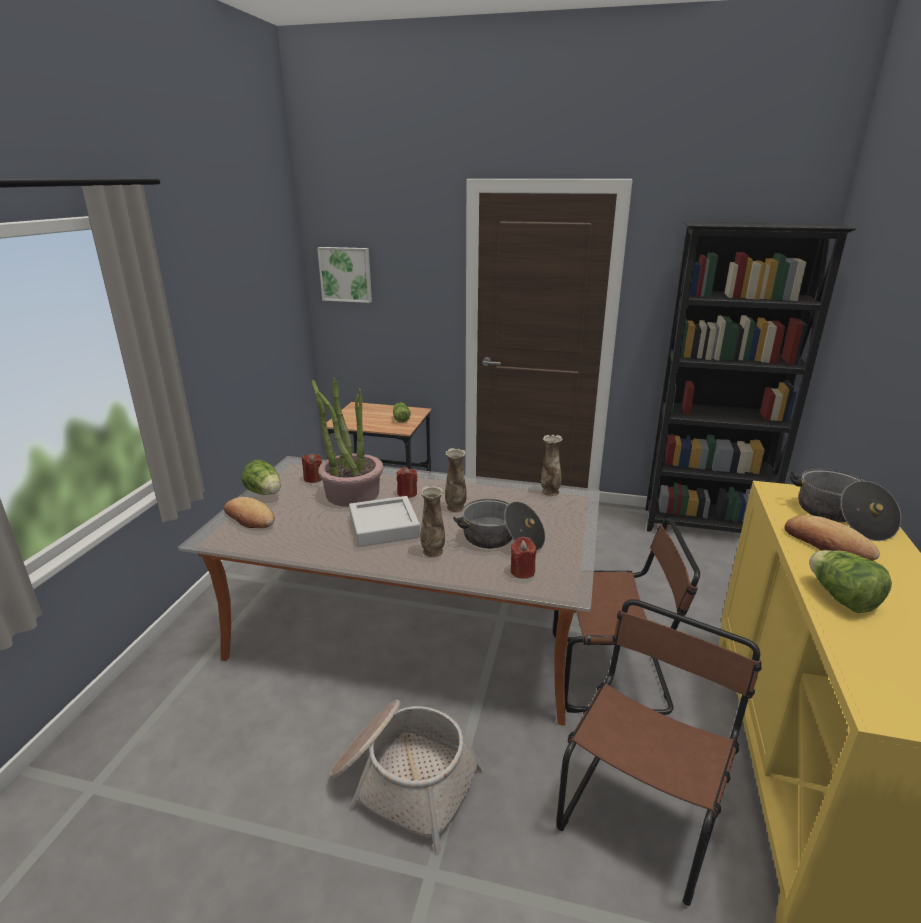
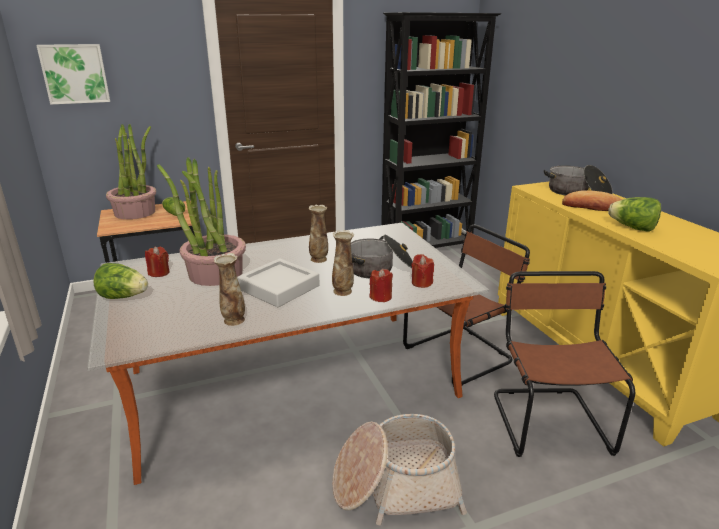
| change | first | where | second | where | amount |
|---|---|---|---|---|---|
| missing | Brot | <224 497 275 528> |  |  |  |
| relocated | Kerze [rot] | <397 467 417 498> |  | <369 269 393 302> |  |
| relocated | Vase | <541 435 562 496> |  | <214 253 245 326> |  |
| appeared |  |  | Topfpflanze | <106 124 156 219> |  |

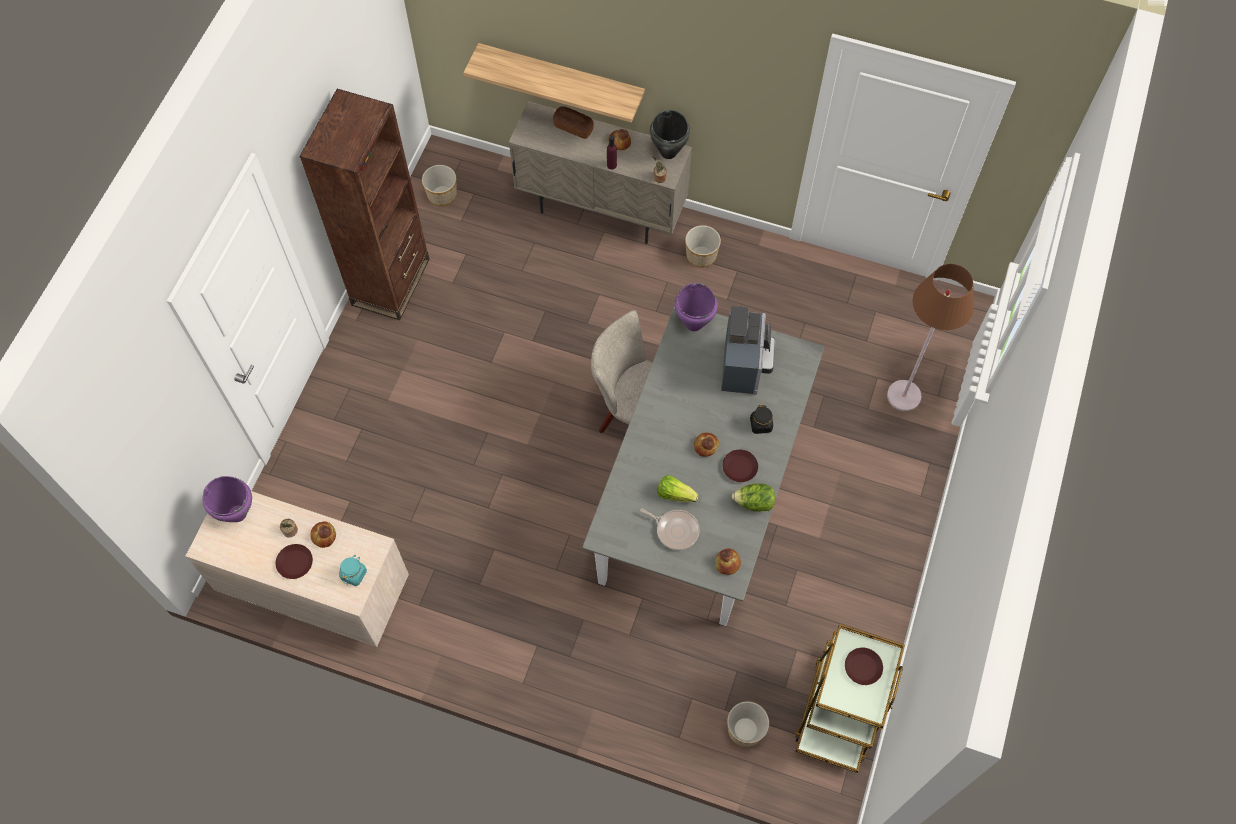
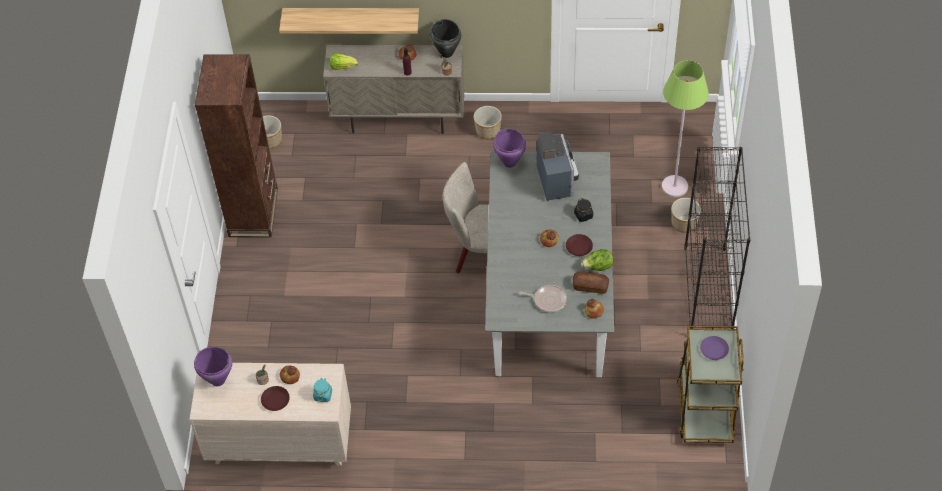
| change | first | where | second | where | amount |
|---|---|---|---|---|---|
| relocated | Brot | <553 106 594 139> |  | <573 271 609 294> |  |
| relocated | Salatkopf | <657 475 698 502> |  | <330 53 358 70> |  |
| relocated | Pflanzkübel | <727 701 769 747> |  | <671 198 701 233> |  |
| colour | Teller [braun] | <845 648 883 685> | Teller [lila] | <700 336 729 360> |  |
| colour | Stehlampe [braun] | <887 264 974 411> | Stehlampe [grün] | <662 60 709 197> |  |
| appeared |  |  | Bücherregal [schwarz] | <684 147 751 329> |  |

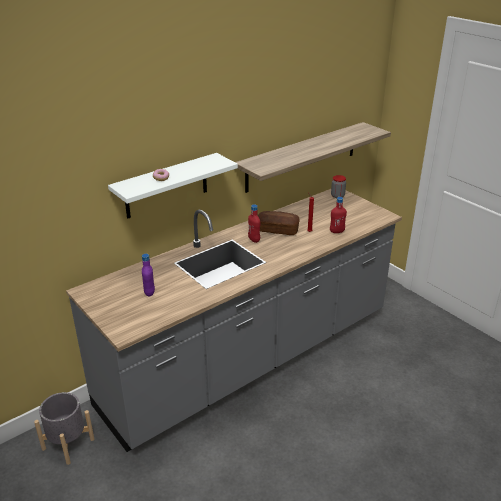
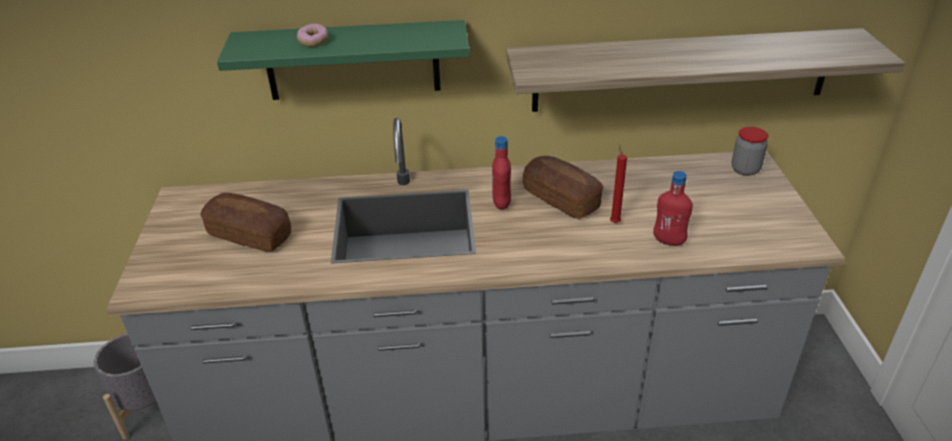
| change | first | where | second | where | amount |
|---|---|---|---|---|---|
| colour | Wandregal [weiß] | <108 153 238 219> | Wandregal [grün] | <217 20 470 100> |  |
| exchanged | Flasche [lila] | <142 254 155 297> | Brot | <200 193 291 251> |  |

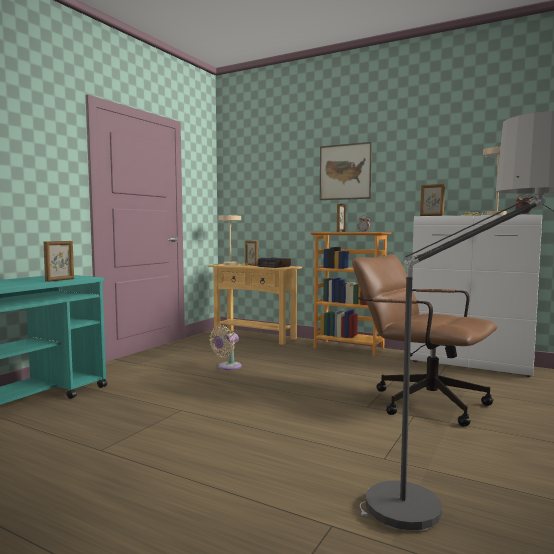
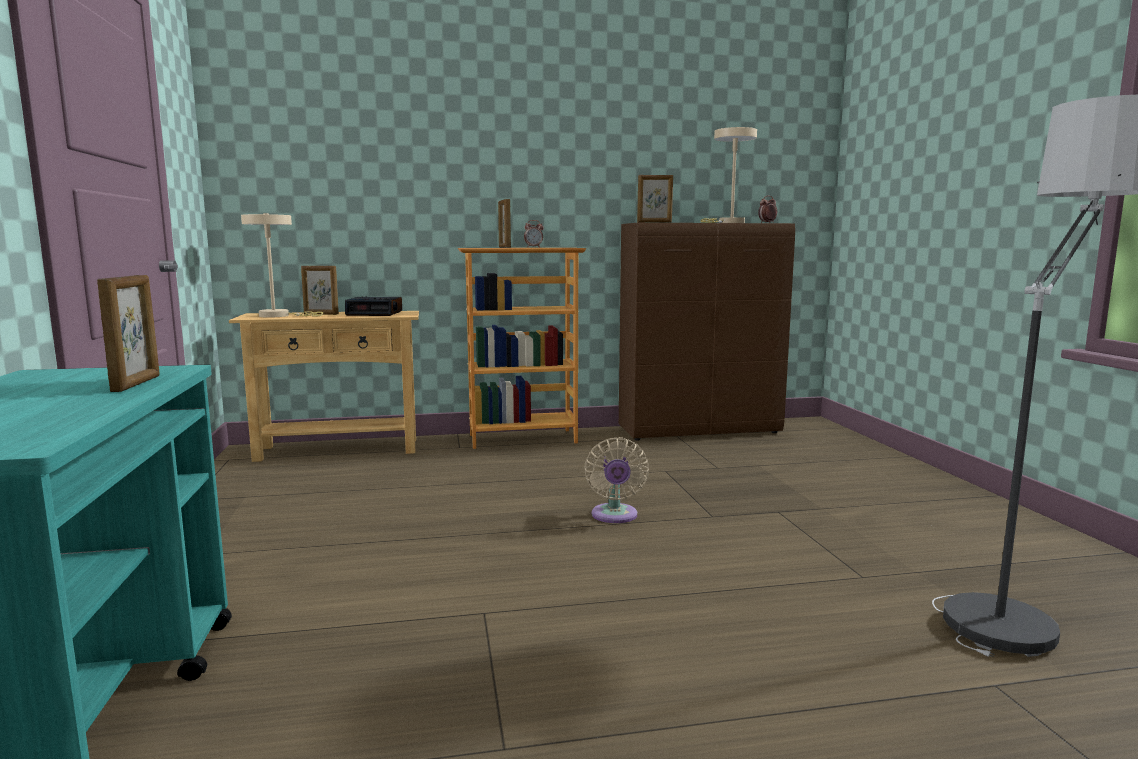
| change | first | where | second | where | amount |
|---|---|---|---|---|---|
| relocated | Ventilator [beige] | <209 325 242 370> |  | <584 437 649 523> |  |
| missing | Bild | <320 142 372 200> |  |  |  |
| missing | Bürostuhl [braun] | <352 254 497 426> |  |  |  |
| colour | Schrank [weiß] | <410 215 542 377> | Schrank [braun] | <619 223 795 441> |  |

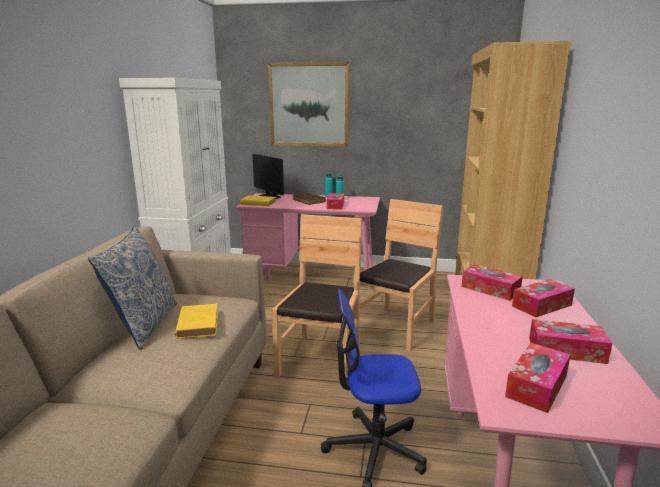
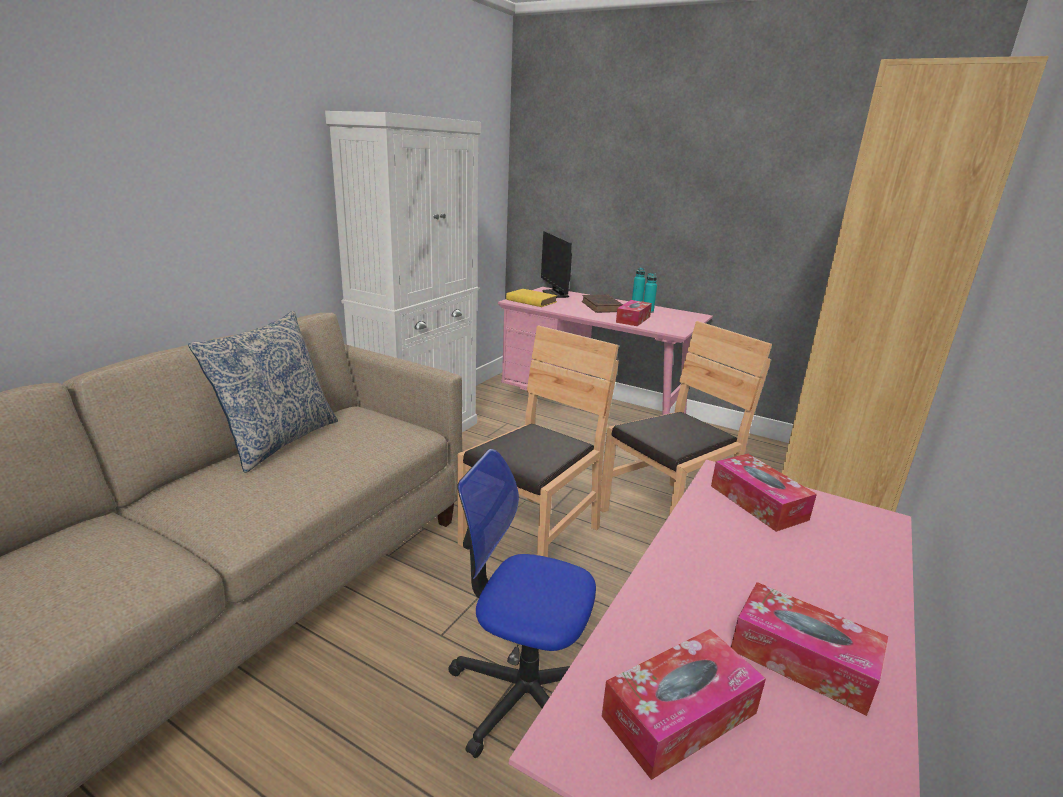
| change | first | where | second | where | amount |
|---|---|---|---|---|---|
| missing | Buch [gelb] | <175 304 218 339> |  |  |  |
| missing | Bild | <268 62 349 147> |  |  |  |
| missing | Taschentuchbox | <512 279 575 317> |  |  |  |

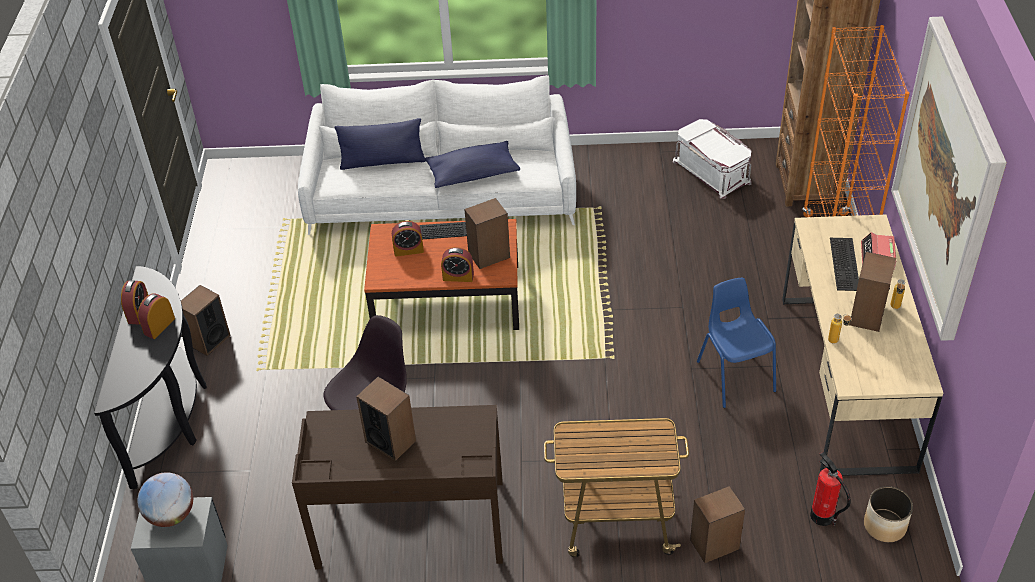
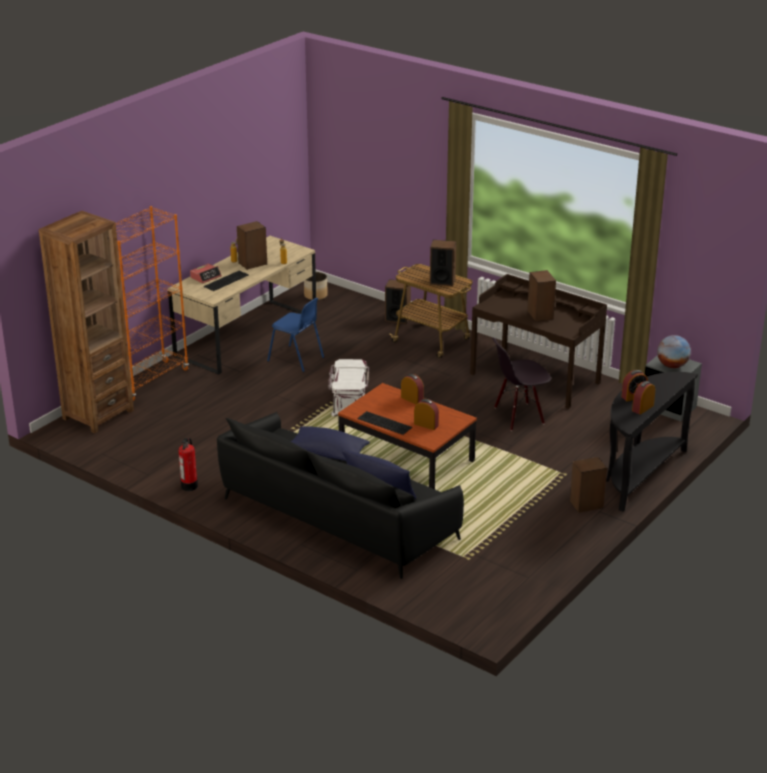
| change | first | where | second | where | amount |
|---|---|---|---|---|---|
| colour | Sofa [weiß] | <298 75 576 235> | Sofa [schwarz] | <217 412 464 579> |  |
| relocated | Lautsprecher | <464 198 510 269> |  | <430 240 456 286> |  |
| relocated | Aufbewahrungsbox [weiß] | <673 119 752 199> |  | <328 359 369 417> |  |
| spun | Stuhl [blau] | <697 277 776 408> |  | <267 298 324 372> | 75 degrees counterclockwise |
| relocated | Feuerlöscher | <810 452 851 526> |  | <179 438 198 491> |  |
| missing | Bild | <891 16 1007 341> |  |  |  |

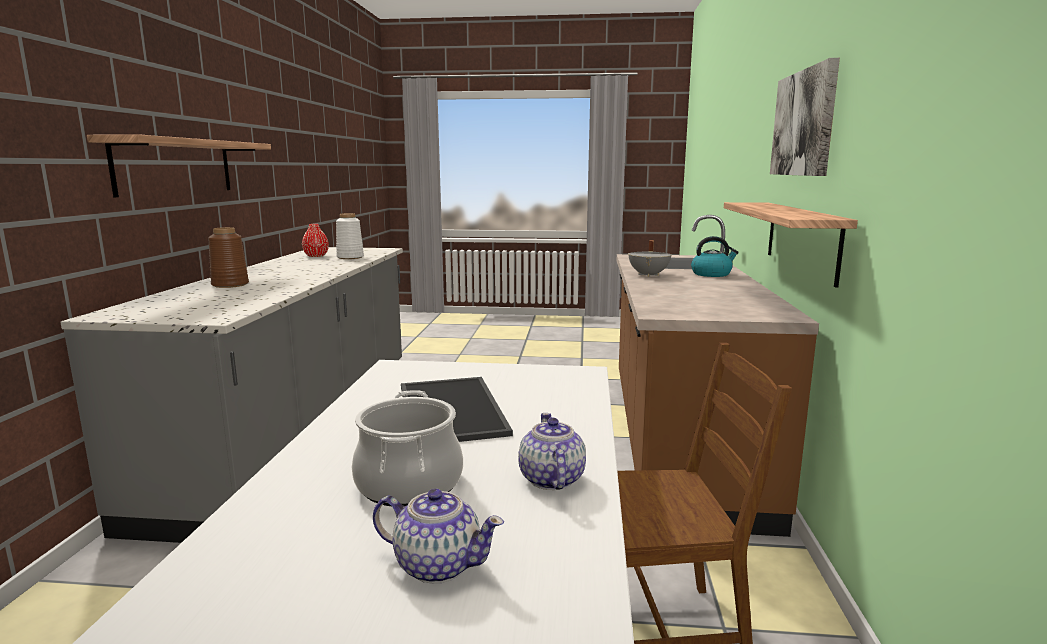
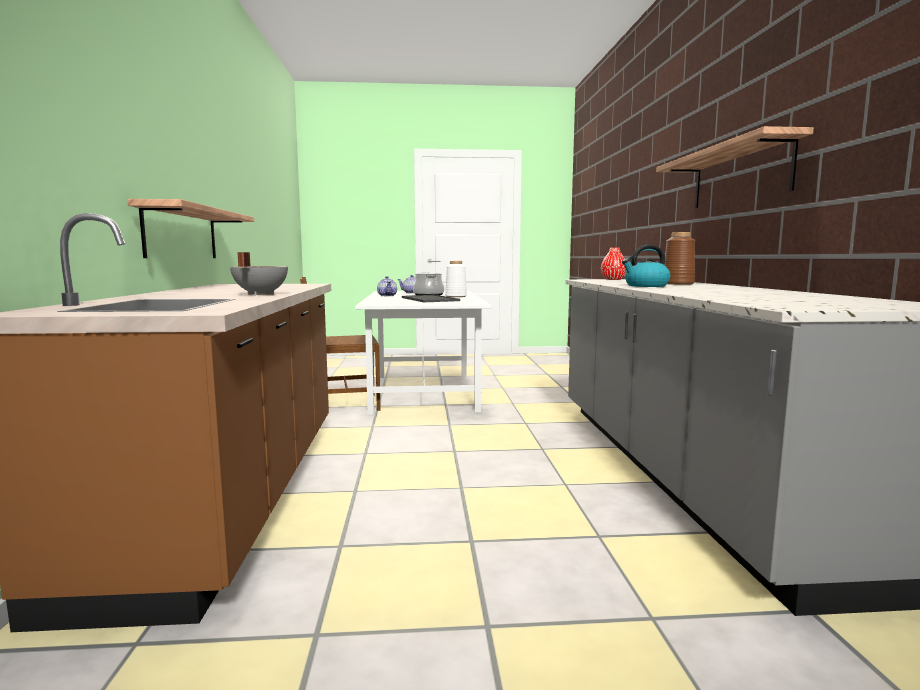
| change | first | where | second | where | amount |
|---|---|---|---|---|---|
| relocated | Vase [rot] | <302 224 329 257> |  | <601 247 626 280> |  |
| relocated | Vase [weiß] | <336 213 364 259> |  | <445 261 467 297> |  |
| relocated | Wasserkessel | <691 236 739 277> |  | <622 245 671 287> |  |
| missing | Bild | <770 58 840 176> |  |  |  |

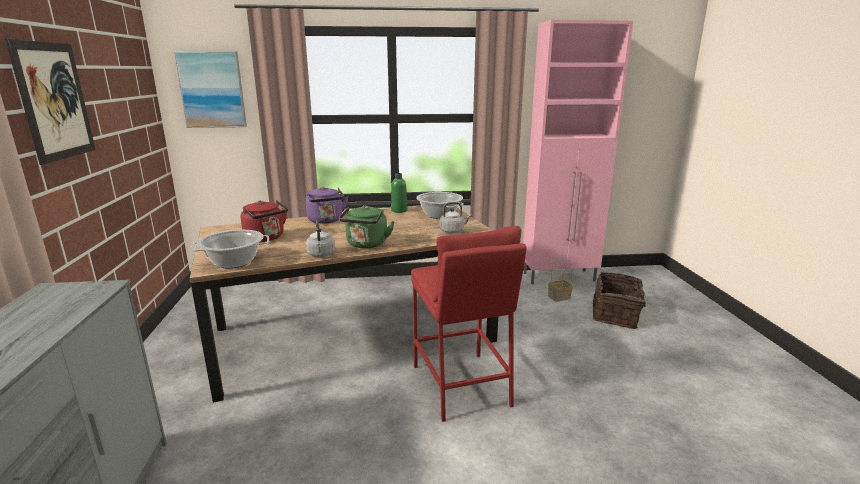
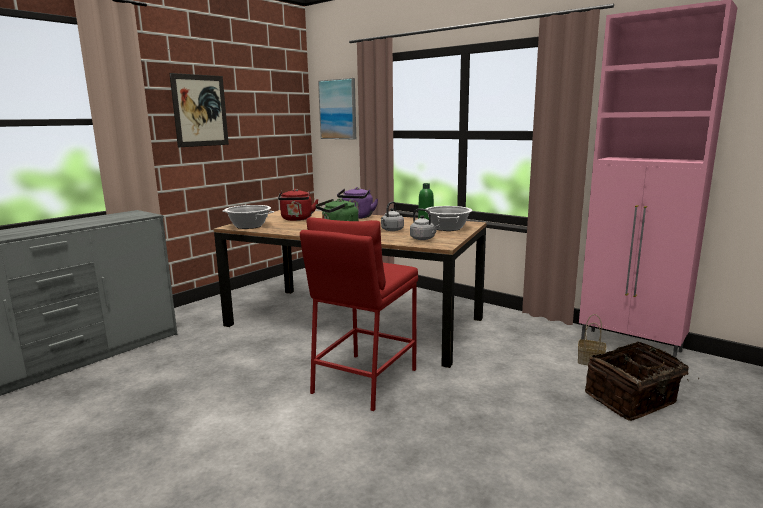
| change | first | where | second | where | amount |
|---|---|---|---|---|---|
| relocated | Wasserkessel [grau] | <306 220 335 257> |  | <381 201 404 231> |  |

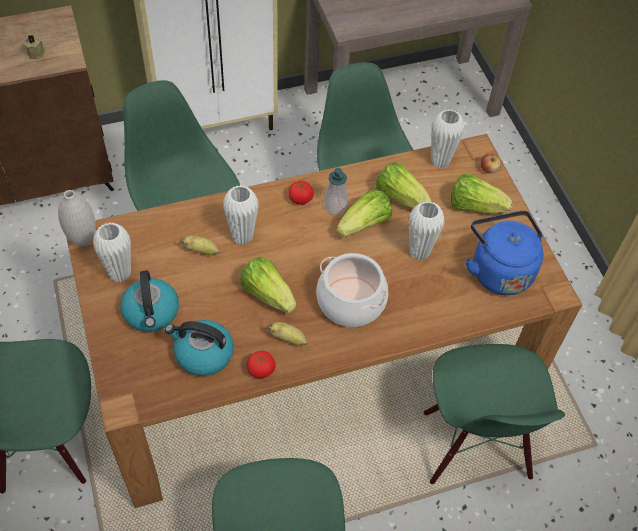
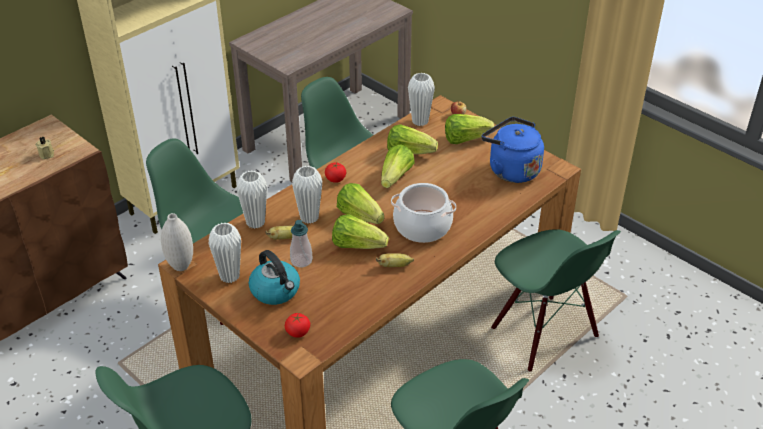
| change | first | where | second | where | amount |
|---|---|---|---|---|---|
| missing | Wasserkessel | <165 320 234 376> |  |  |  |
| relocated | Tomate | <247 351 276 378> |  | <285 313 310 338> |  |
| relocated | Seifenspender | <324 168 348 215> |  | <290 220 313 268> |  |
| relocated | Vase [weiß] | <409 201 444 260> |  | <237 171 267 229> |  |
| appeared |  |  | Salatkopf | <337 183 384 224> |  |

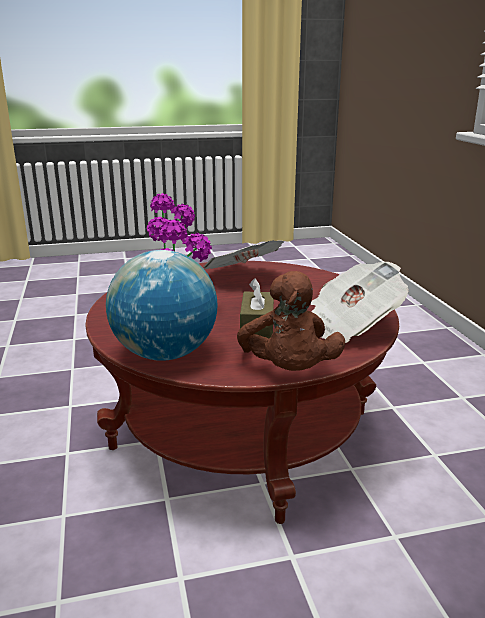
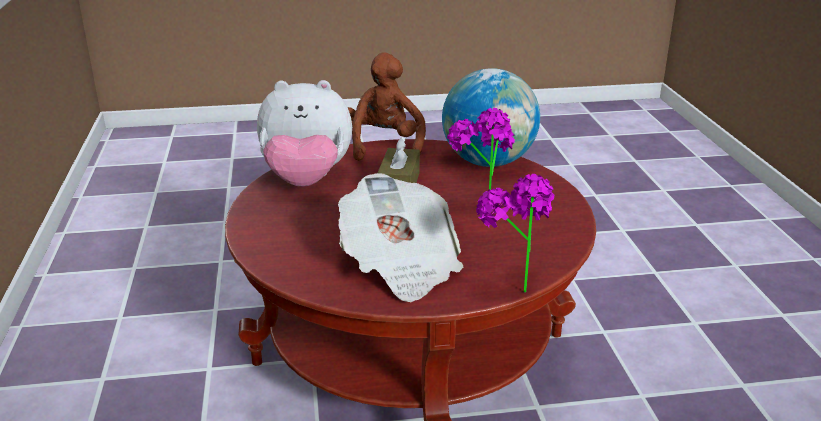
| change | first | where | second | where | amount |
|---|---|---|---|---|---|
| exchanged | Zeitung | <311 262 408 343> | Plüschtier | <257 80 352 187> |  |

